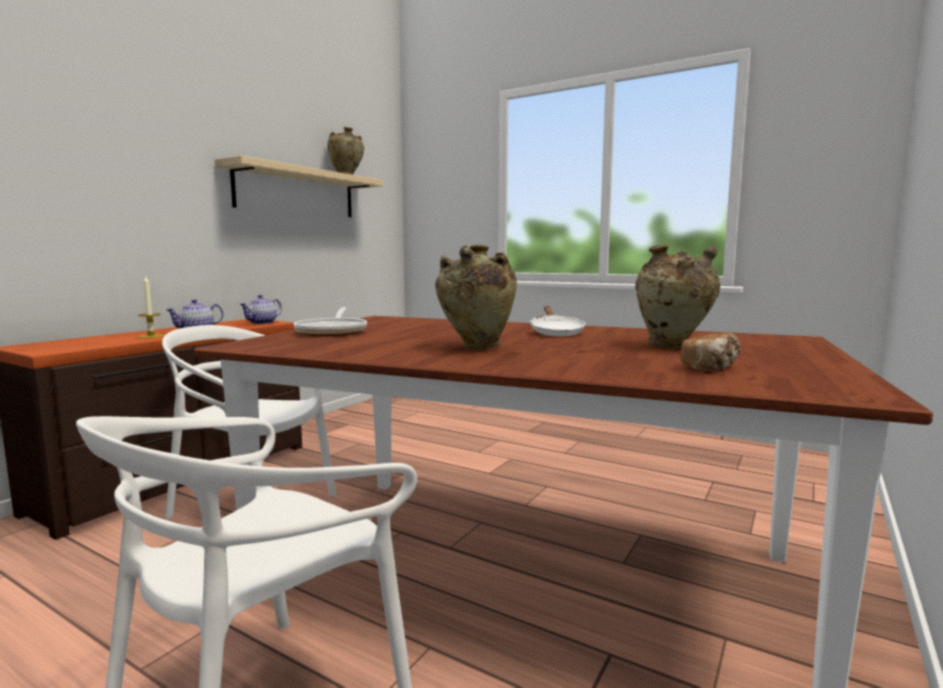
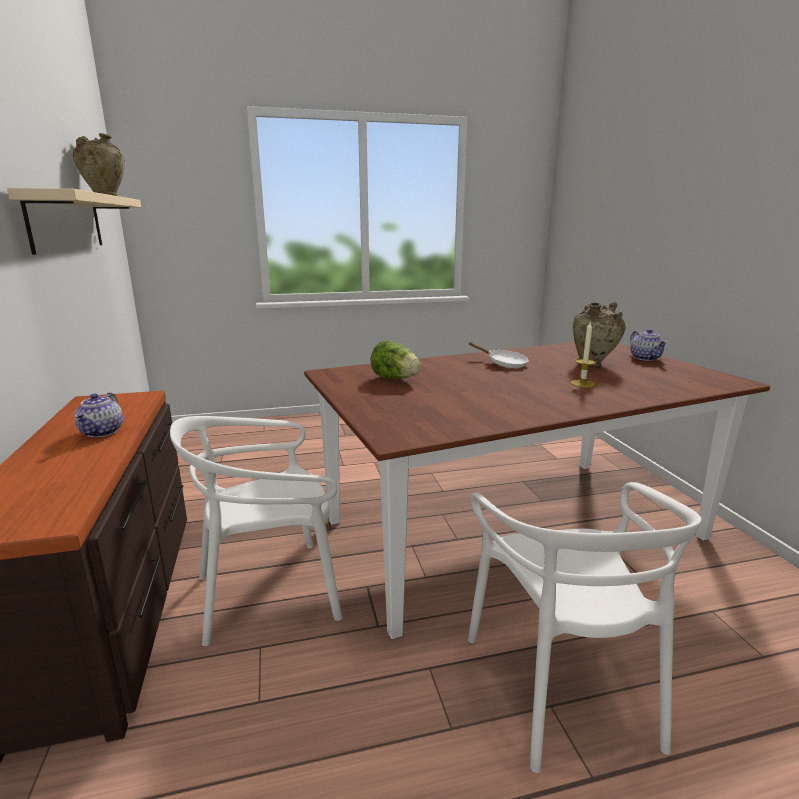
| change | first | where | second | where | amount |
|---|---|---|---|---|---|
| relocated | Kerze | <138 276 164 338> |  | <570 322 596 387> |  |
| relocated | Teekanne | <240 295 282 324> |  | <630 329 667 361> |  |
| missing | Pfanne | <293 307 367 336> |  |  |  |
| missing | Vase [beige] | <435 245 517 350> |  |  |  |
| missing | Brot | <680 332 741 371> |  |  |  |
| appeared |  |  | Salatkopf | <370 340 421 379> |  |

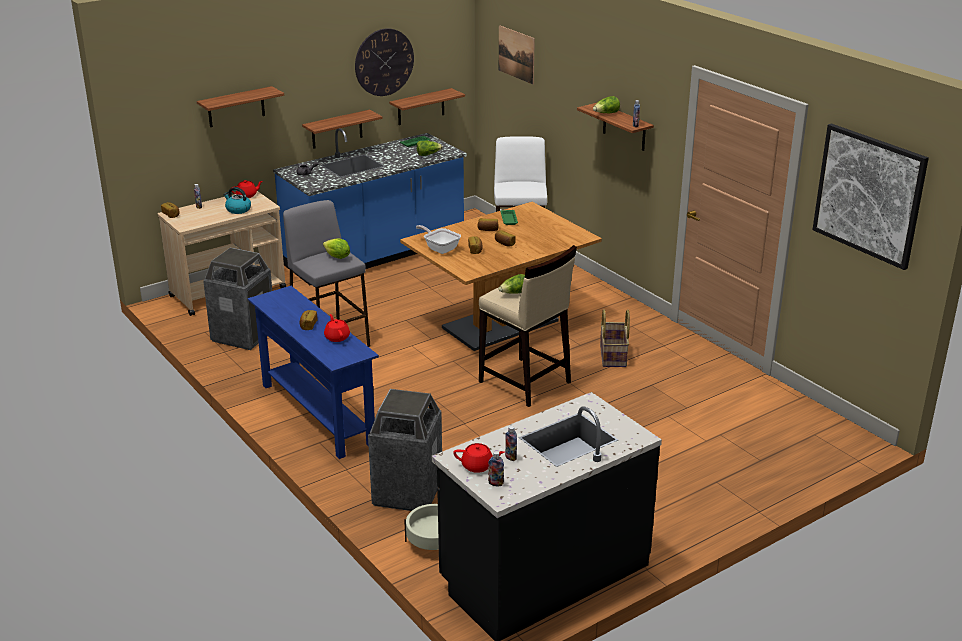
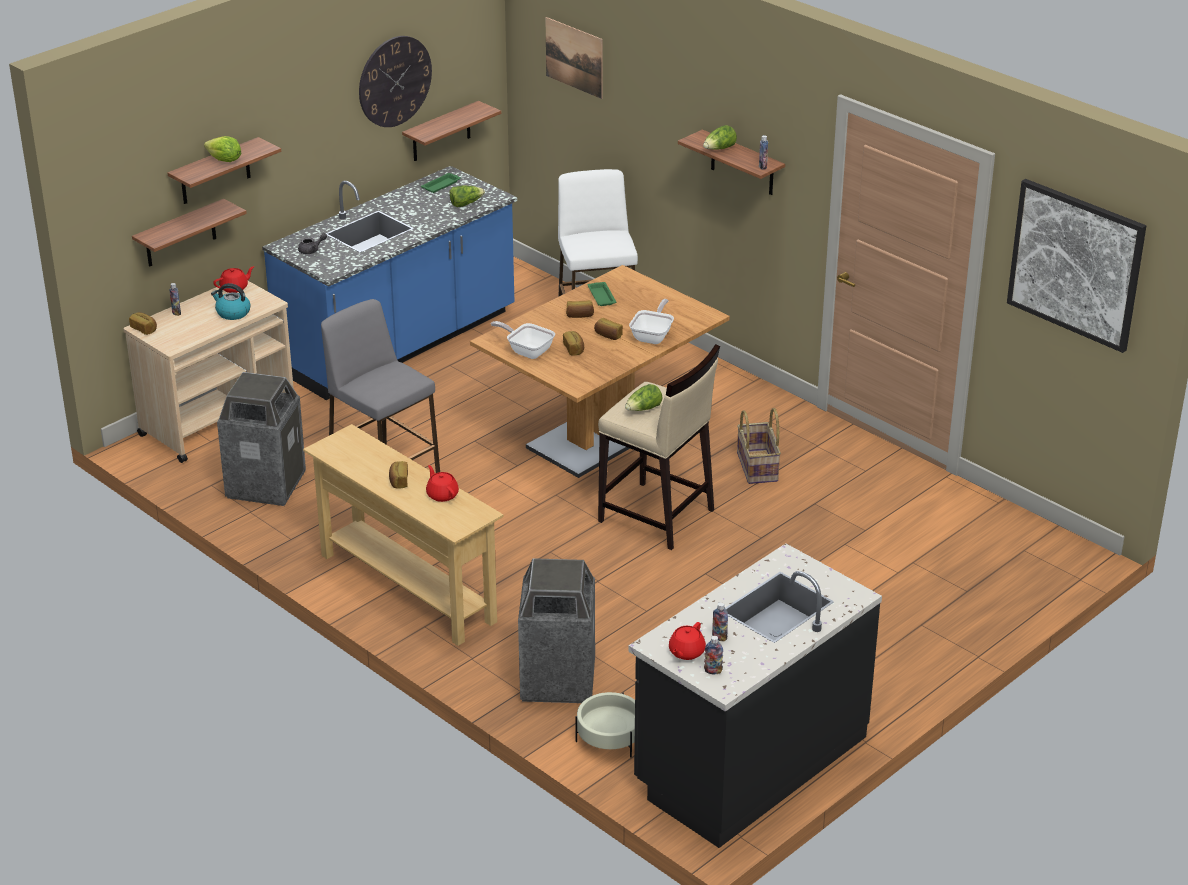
| change | first | where | second | where | amount |
|---|---|---|---|---|---|
| colour | Konsolentisch [blau] | <248 286 379 459> | Konsolentisch [beige] | <303 424 504 646> |  |
| relocated | Wandregal | <302 110 383 149> |  | <132 199 247 267> |  |
| relocated | Salatkopf | <323 239 350 259> |  | <204 136 241 162> |  |
| spun | Teekanne [rot] | <453 443 505 473> |  | <669 622 706 660> | 120 degrees clockwise |
| appeared |  |  | Pfanne | <629 299 674 344> |  |

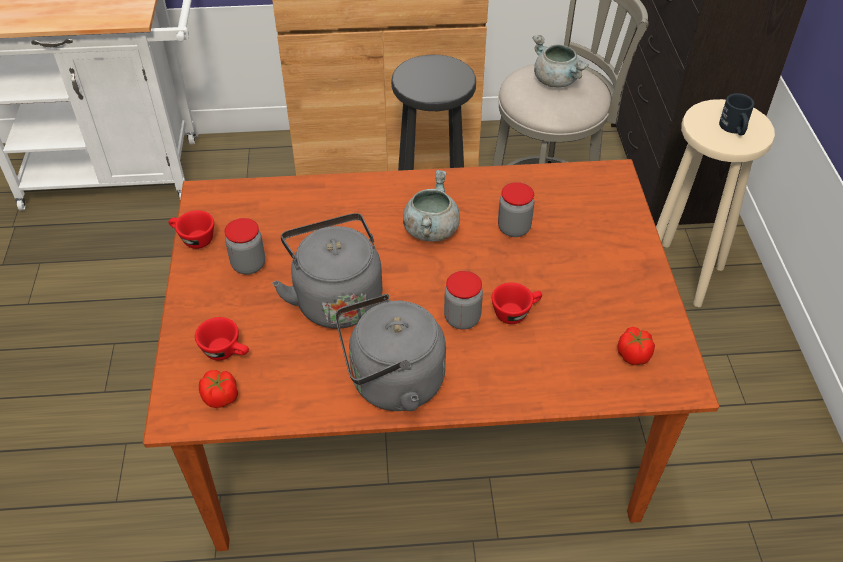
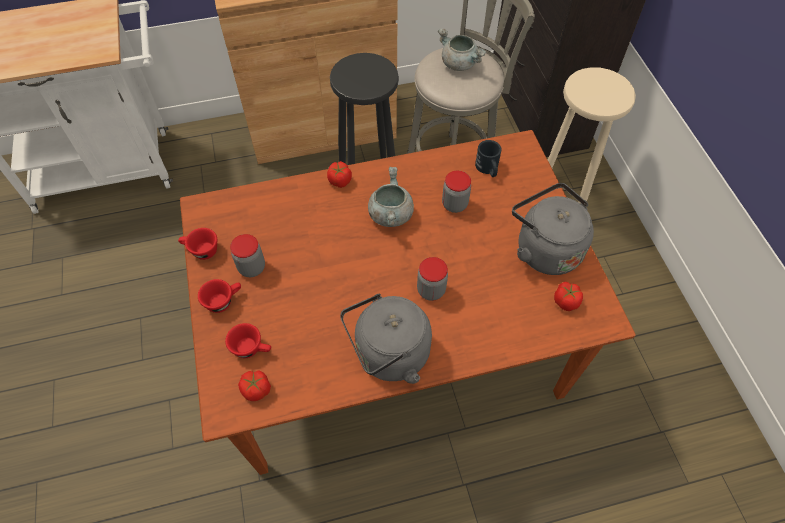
| change | first | where | second | where | amount |
|---|---|---|---|---|---|
| relocated | Wasserkessel [grau] | <272 213 382 329> |  | <512 183 594 275> |  |
| relocated | Tasse [rot] | <492 282 542 324> |  | <198 279 241 313> |  |
| relocated | Henkelbecher [schwarz] | <719 93 755 136> |  | <475 140 502 177> |  |
| appeared |  |  | Tomate | <327 161 352 188> |  |

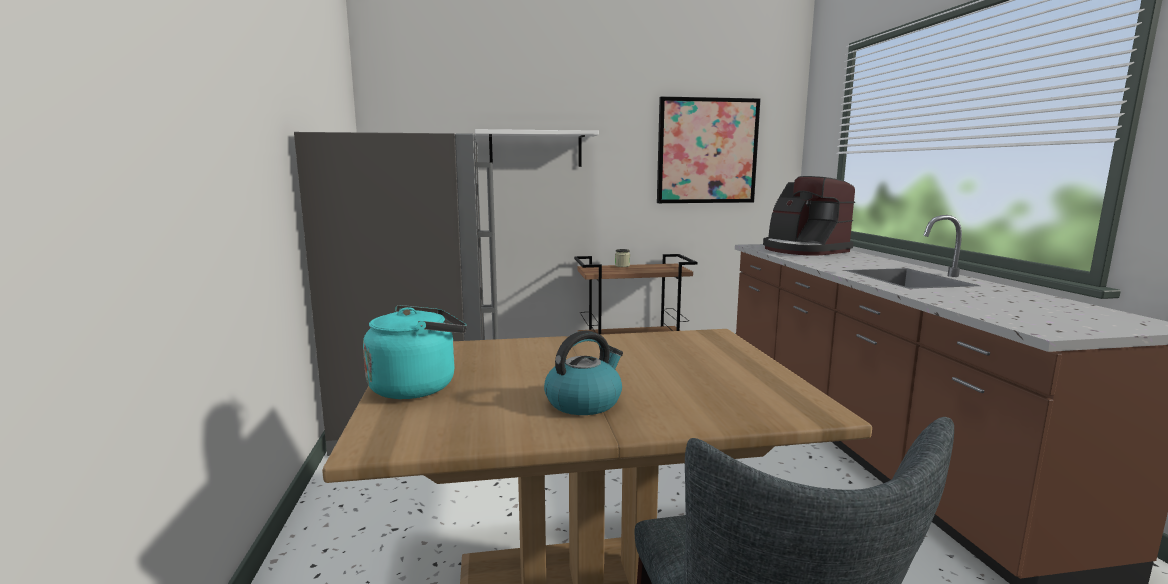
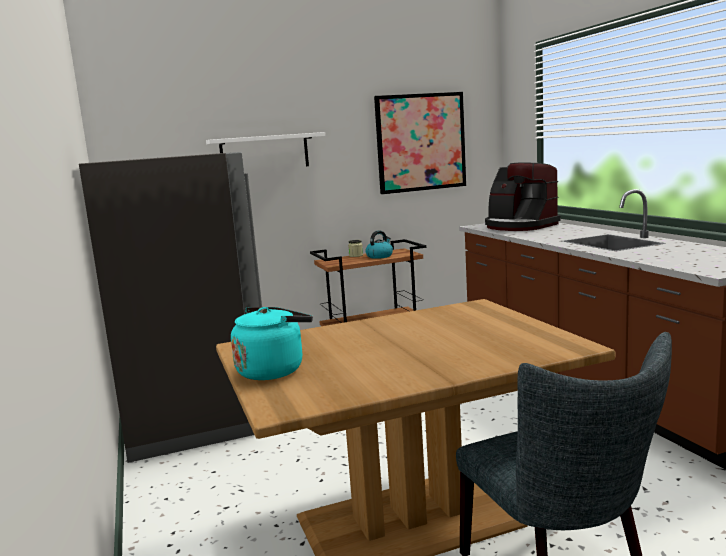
| change | first | where | second | where | amount |
|---|---|---|---|---|---|
| relocated | Wasserkessel | <544 331 623 415> |  | <366 231 393 259> |  |

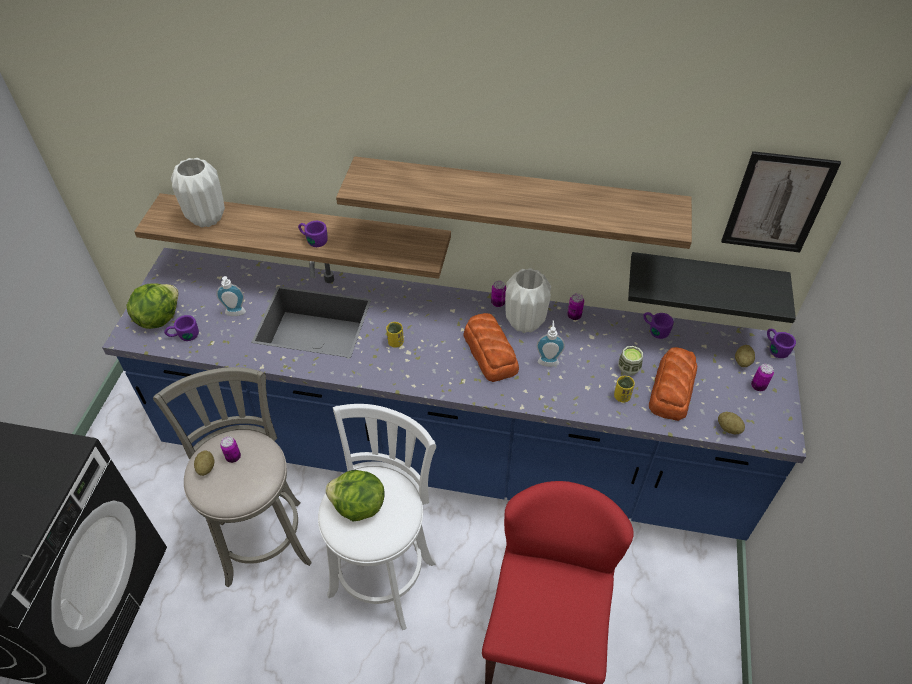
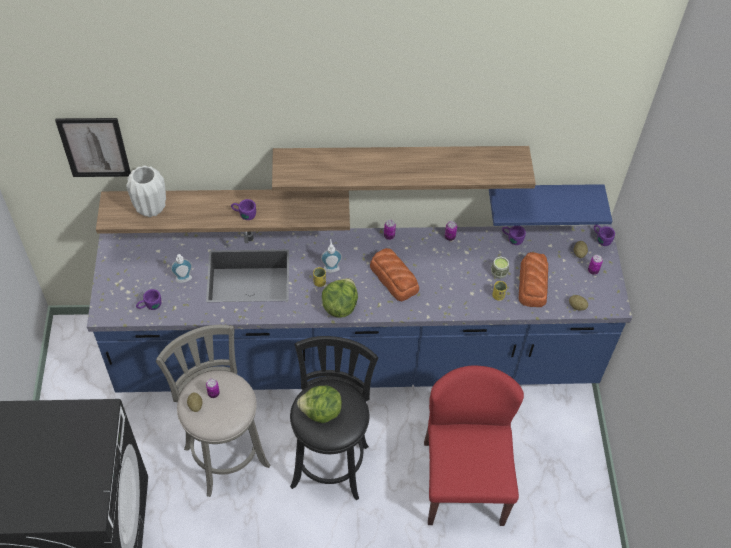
| change | first | where | second | where | amount |
|---|---|---|---|---|---|
| relocated | Salatkopf | <126 284 178 329> |  | <322 278 358 318> |  |
| colour | Hocker [weiß] | <318 404 436 630> | Hocker [schwarz] | <290 336 378 500> |  |
| missing | Vase [weiß] | <505 268 551 333> |  |  |  |
| relocated | Seifenspender | <536 320 565 367> |  | <321 239 342 273> |  |
| colour | Wandregal [schwarz] | <628 252 796 323> | Wandregal [blau] | <489 184 612 226> |  |
| relocated | Bild | <721 151 841 253> |  | <55 118 131 177> |  |

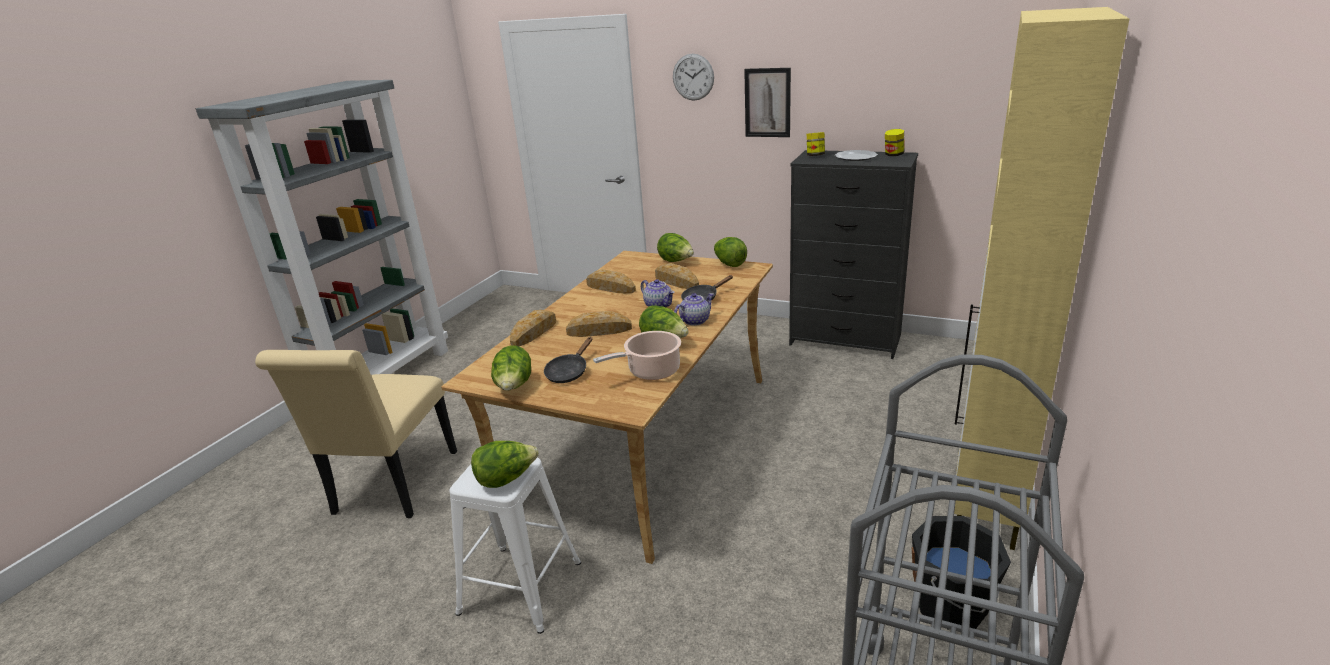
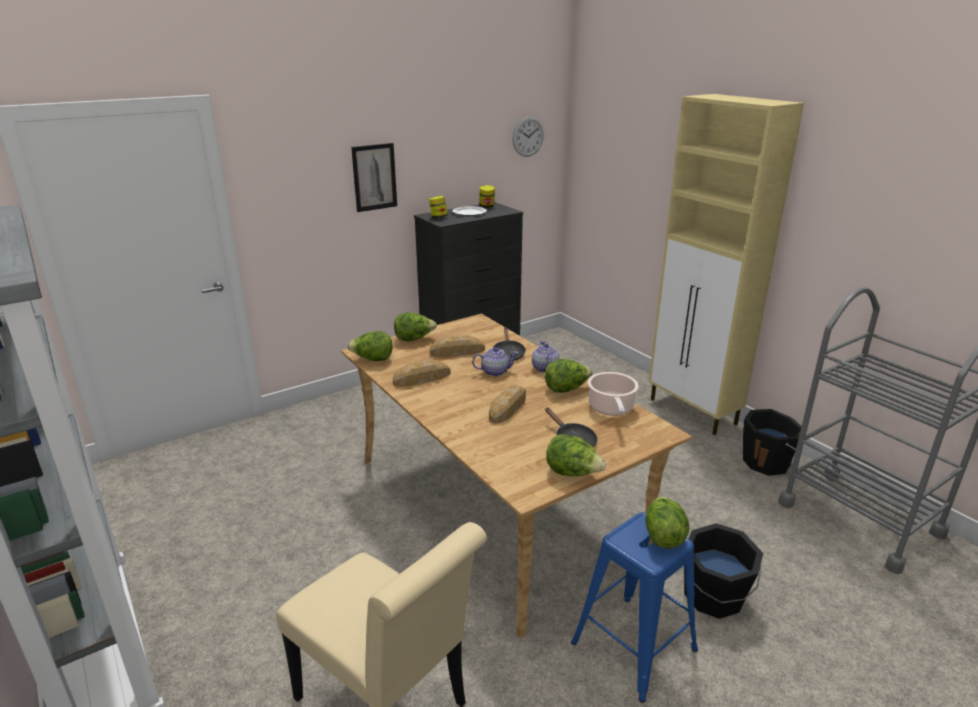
| change | first | where | second | where | amount |
|---|---|---|---|---|---|
| colour | Hocker [weiß] | <449 458 581 634> | Hocker [blau] | <571 512 698 703> |  |
| missing | Brot | <510 310 556 346> |  |  |  |
| relocated | Wanduhr | <673 54 714 101> |  | <512 116 544 157> |  |
| relocated | Salatkopf | <714 237 747 267> |  | <347 331 392 361> |  |
| appeared |  |  | Eimer [schwarz] | <684 523 763 619> |  |

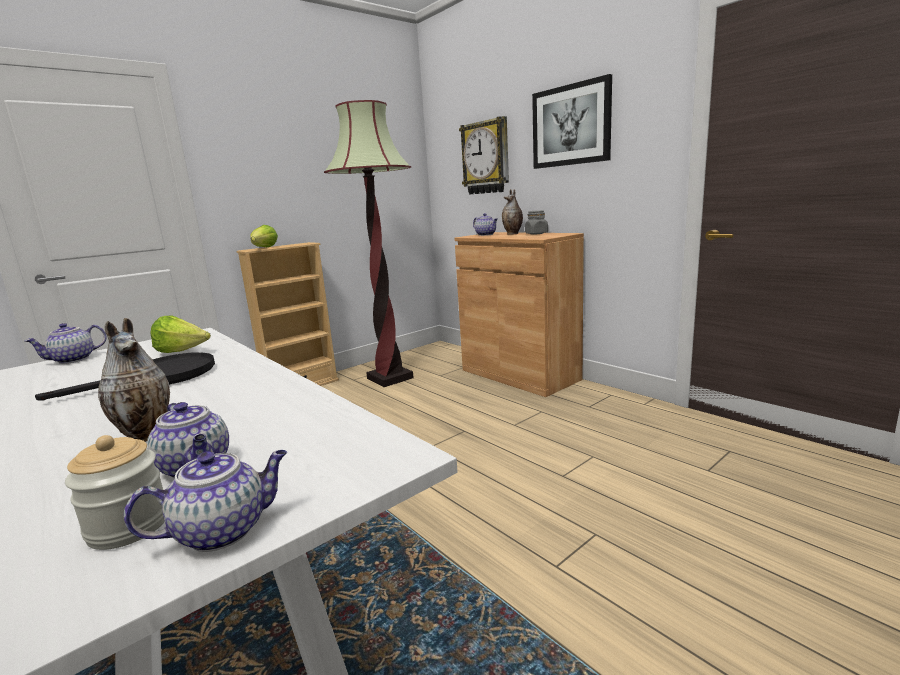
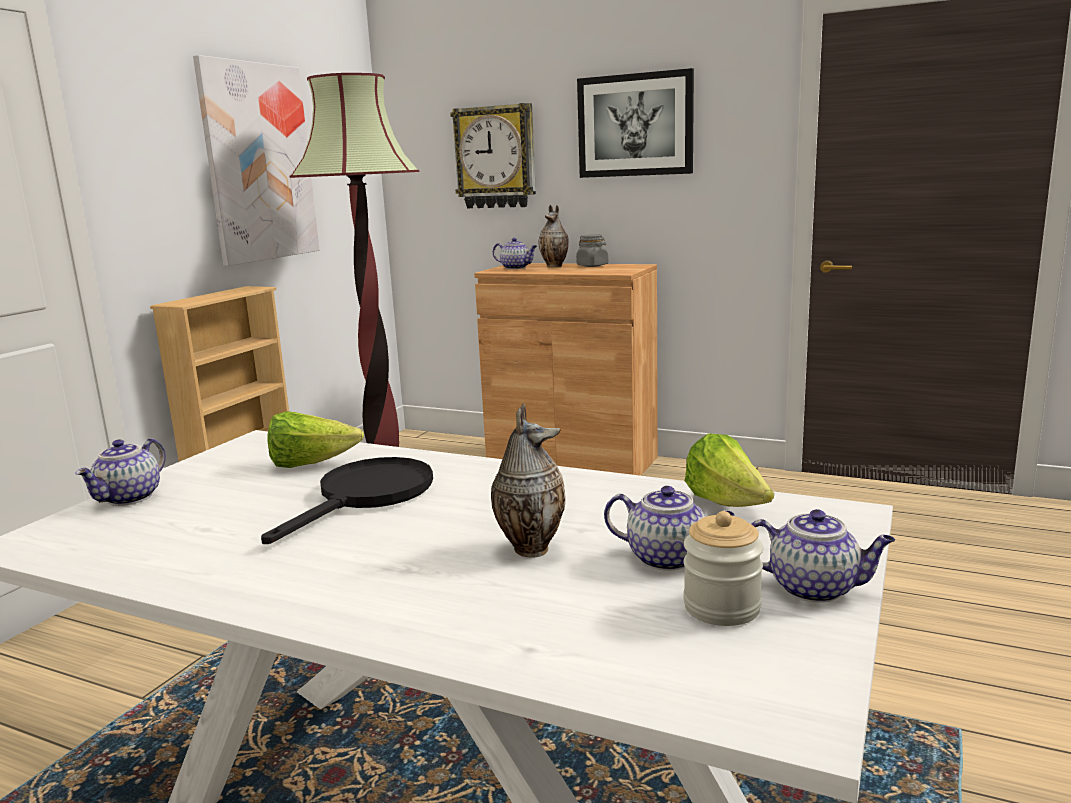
| change | first | where | second | where | amount |
|---|---|---|---|---|---|
| spun | Teekanne | <124 450 287 552> |  | <751 509 895 603> | 75 degrees clockwise |
| relocated | Salatkopf | <250 225 278 247> |  | <685 433 774 507> |  |
| appeared |  |  | Bild | <193 55 320 266> |  |

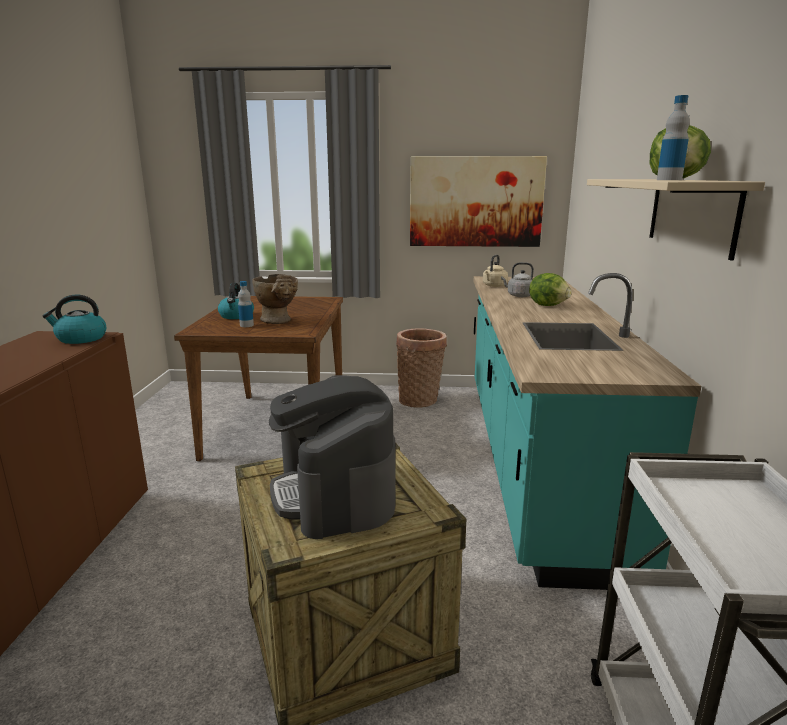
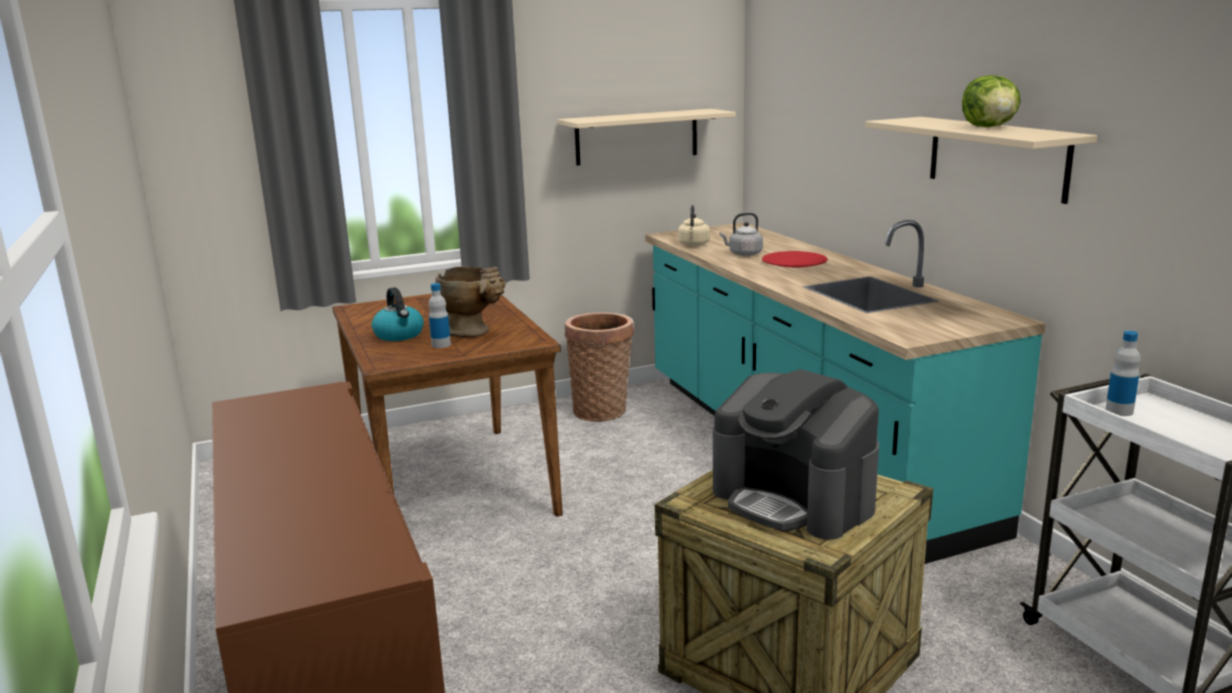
| change | first | where | second | where | amount |
|---|---|---|---|---|---|
| missing | Wasserkessel | <42 295 106 344> |  |  |  |
| exchanged | Bild | <410 156 547 247> | Wandregal [beige] | <558 109 736 165> |  |
| exchanged | Salatkopf | <529 273 572 306> | Teller [rot] | <762 251 828 267> |  |
| relocated | Flasche | <657 95 690 180> |  | <1105 331 1140 416> |  |

